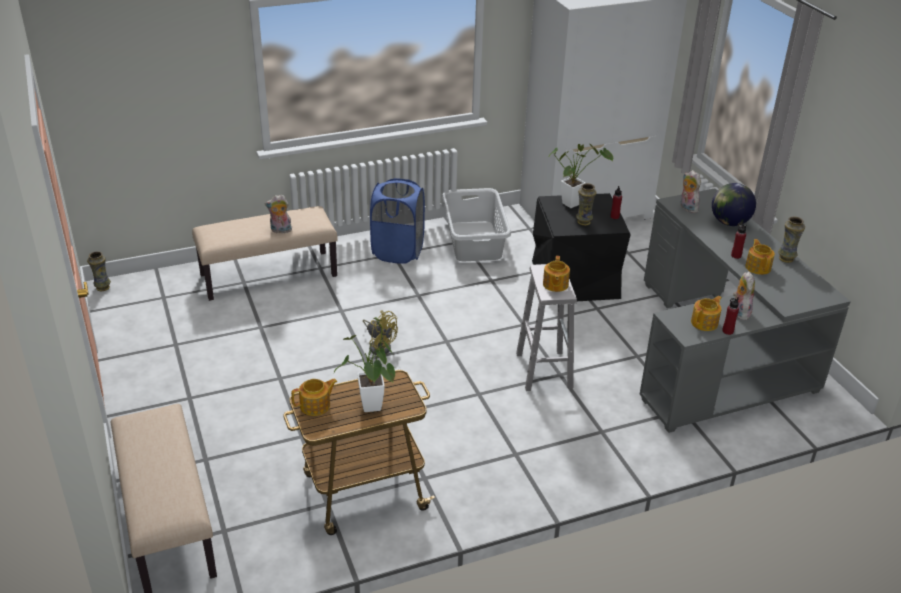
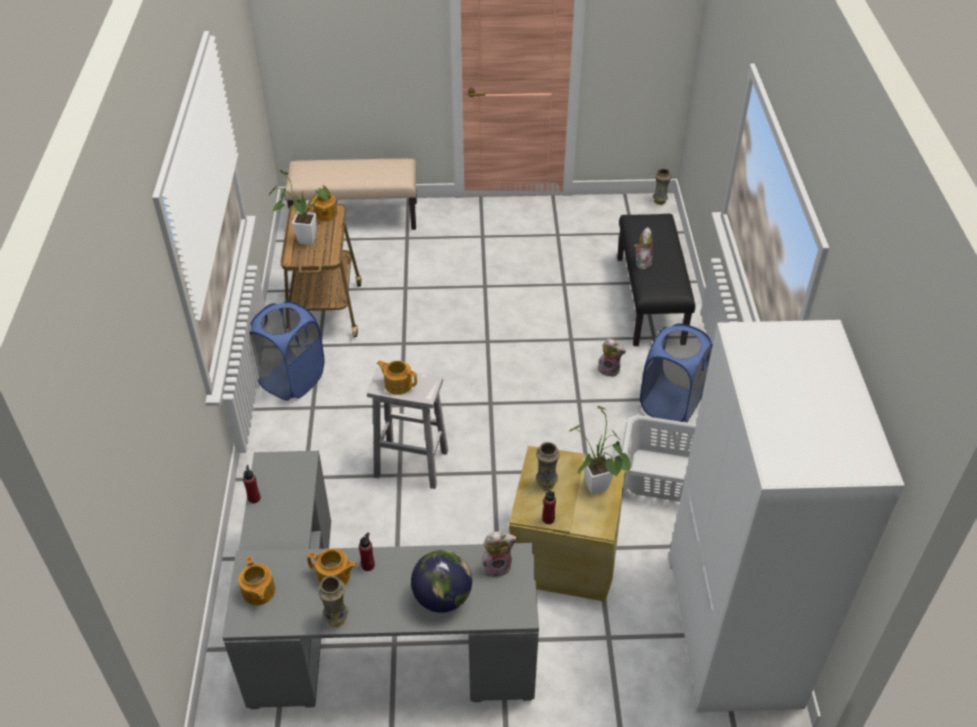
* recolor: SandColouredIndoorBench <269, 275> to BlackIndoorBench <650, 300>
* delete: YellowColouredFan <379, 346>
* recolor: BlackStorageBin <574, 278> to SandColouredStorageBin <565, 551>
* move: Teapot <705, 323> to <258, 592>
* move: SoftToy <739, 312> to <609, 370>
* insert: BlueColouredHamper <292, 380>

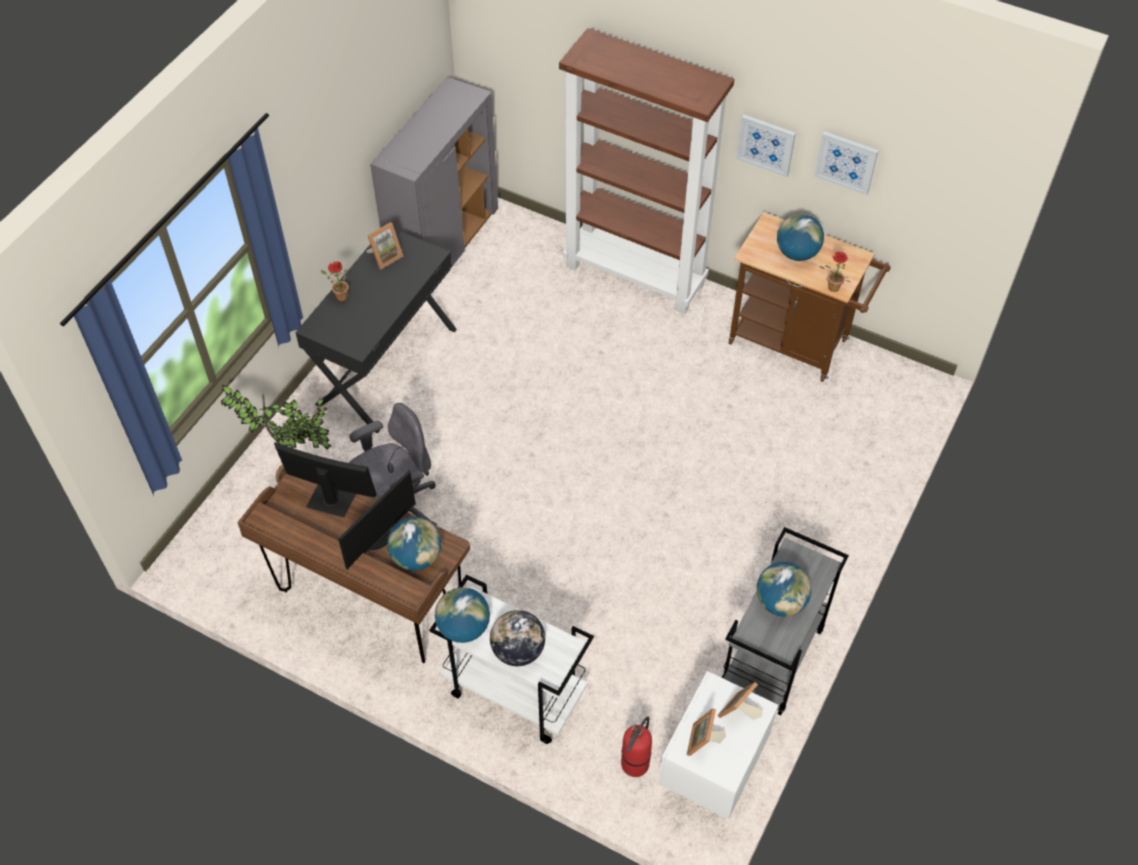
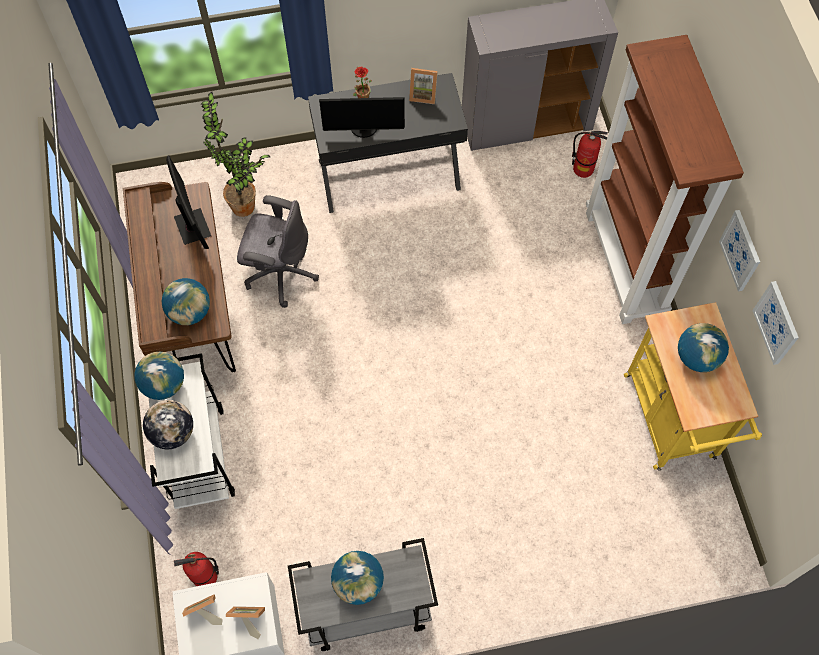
* move: Monitor <377, 537> to <364, 129>
* recolor: BrownTrolley <795, 344> to YellowColouredTrolley <672, 423>
* delete: Houseplant <831, 288>
* insert: Extinguisher <583, 169>

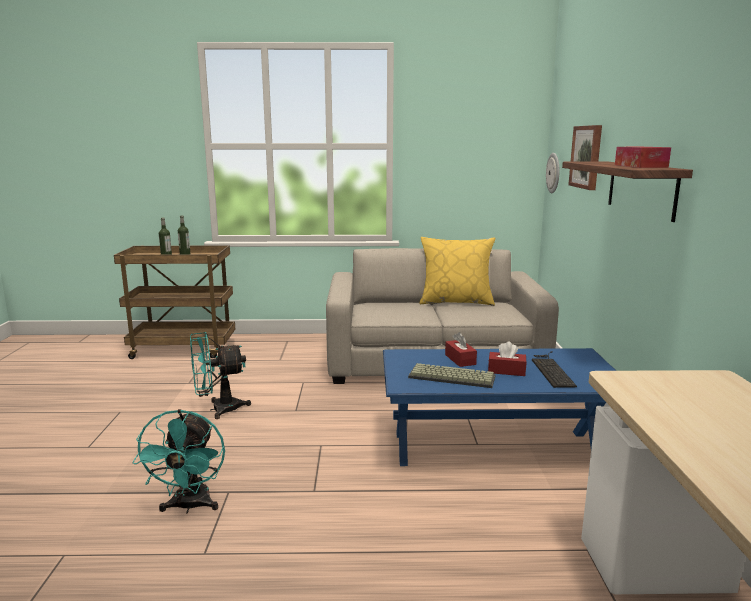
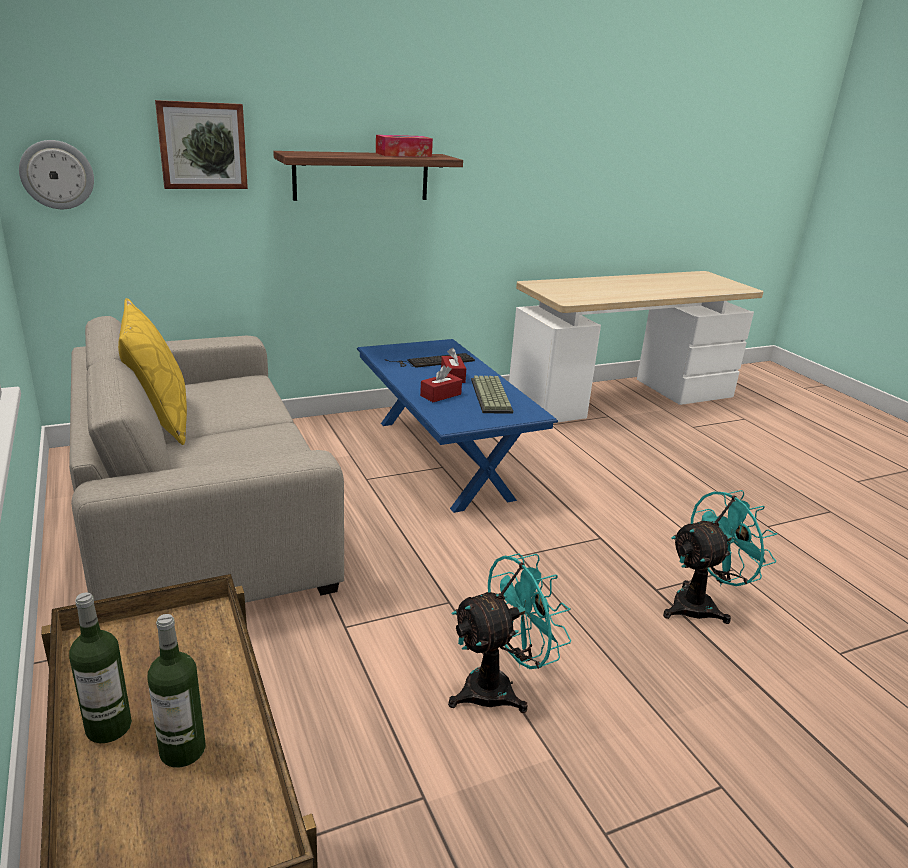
* rotate: TurquoiseFan <218, 409> = <499, 687> 75 degrees counterclockwise

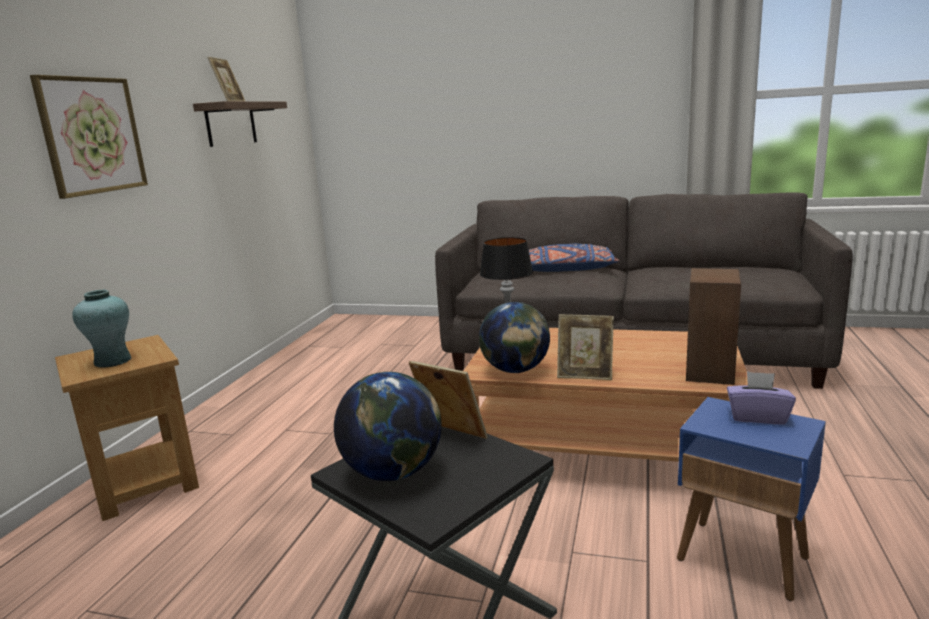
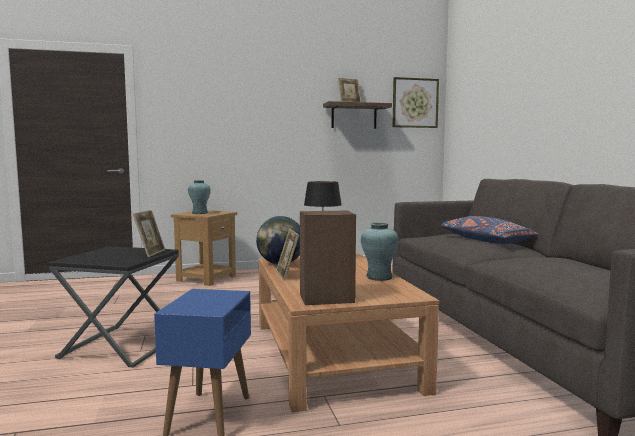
* move: WallArt <92, 135> to <415, 103>
* delete: Globe <393, 473>
* delete: PurplishBoxOfTissues <757, 417>
* insert: TurquoiseVase <379, 277>

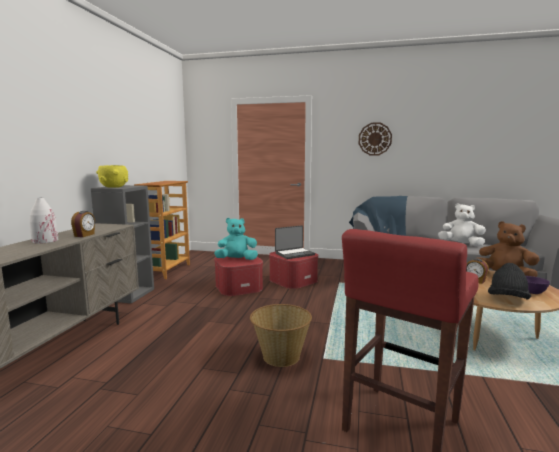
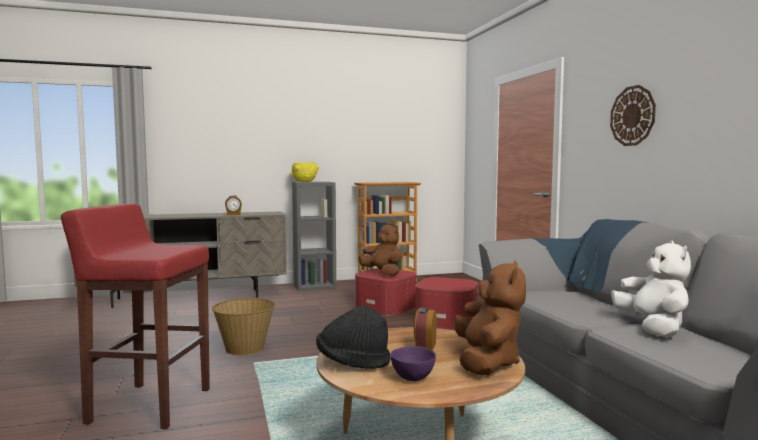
* delete: WhiteColouredVase <45, 241>
* recolor: TurquoiseSoftToy <236, 260> to BrownSoftToy <383, 273>
* delete: Laptop <294, 254>

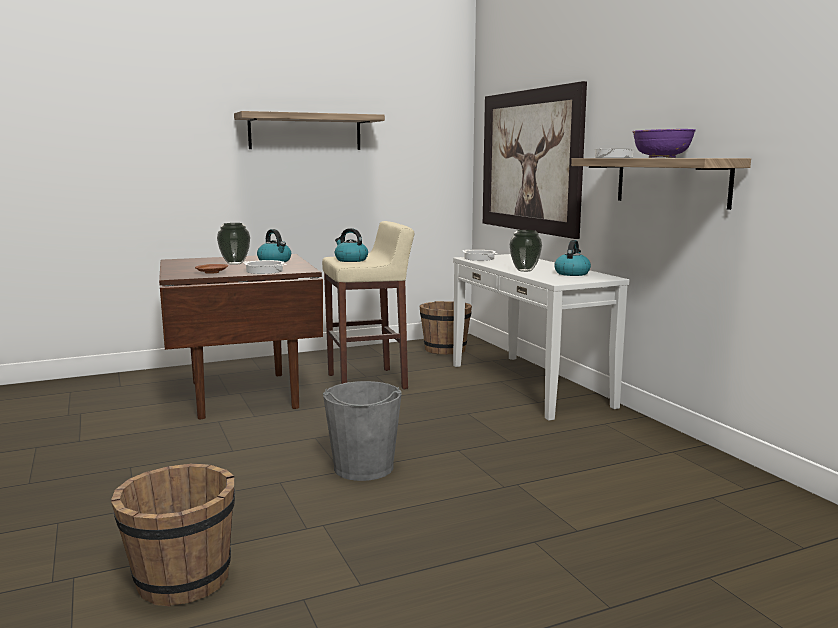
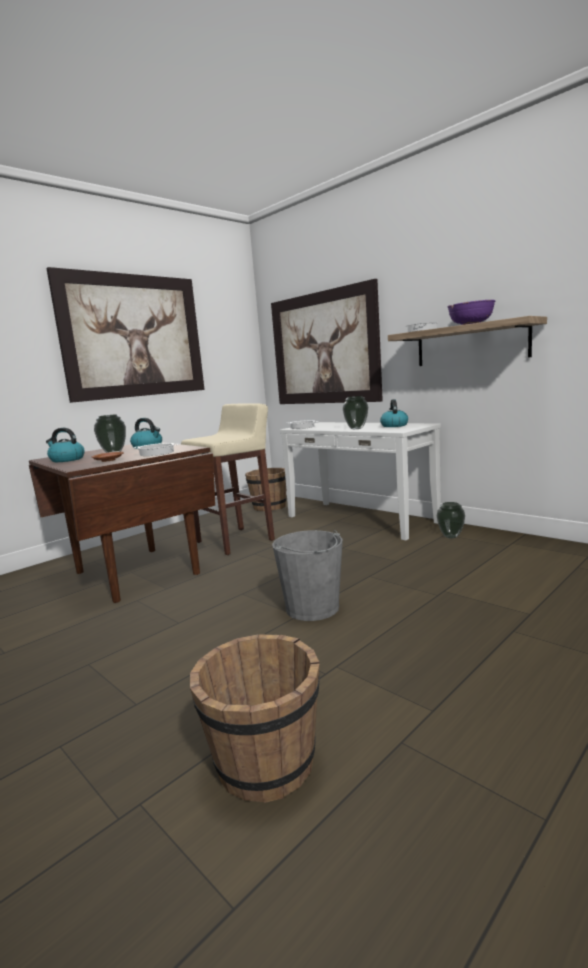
* replace: Shelf <305, 132> to WallArt <134, 336>
* move: TeaKettle <350, 260> to <66, 460>
* insert: Vase <451, 536>

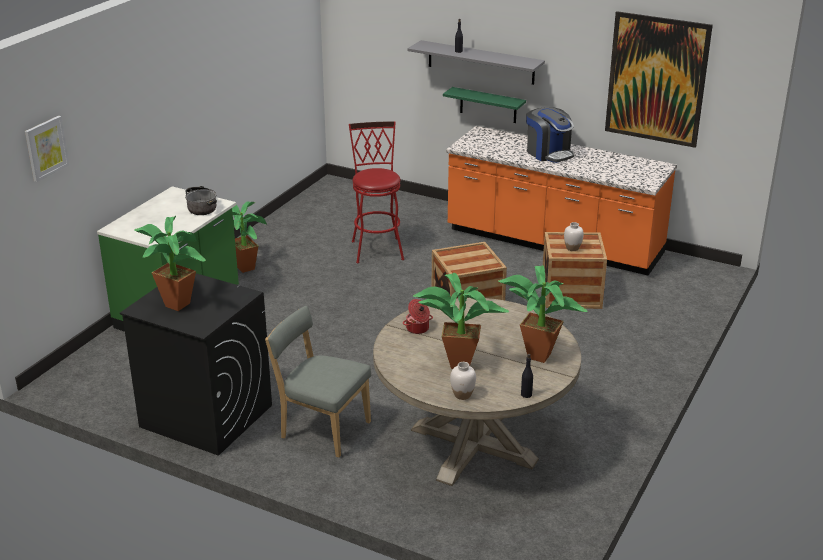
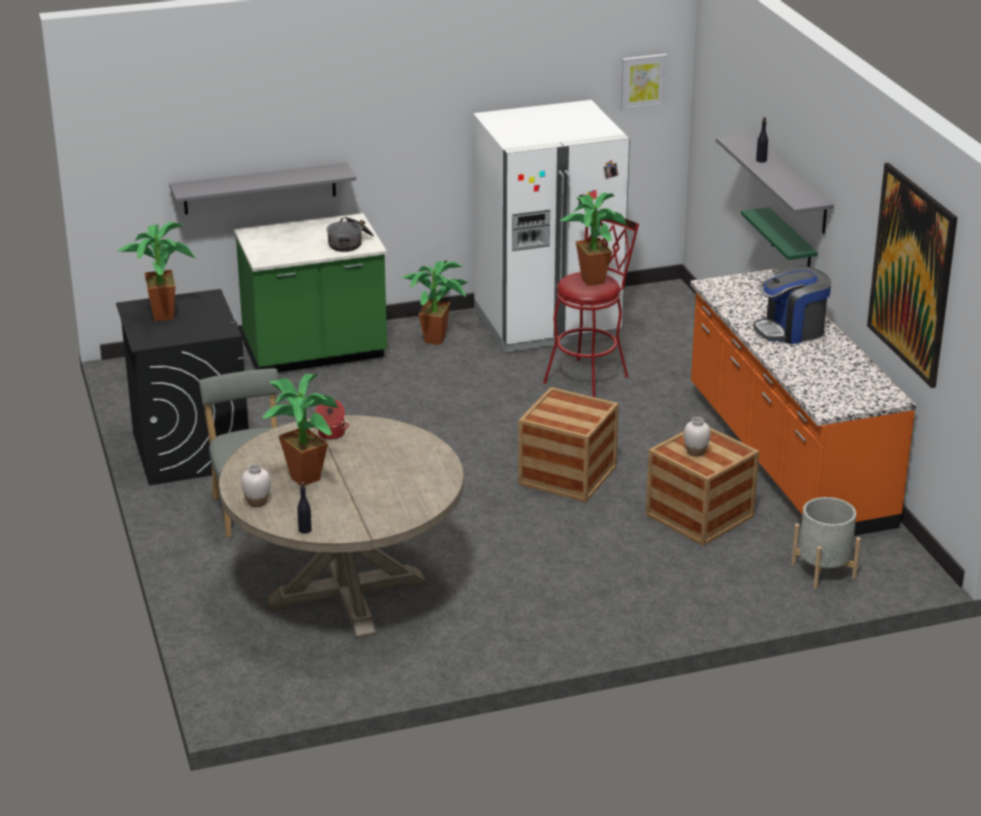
* move: WallArt <46, 148> to <643, 81>
* move: Houseplant <535, 353> to <593, 279>
* rotate: CoffeeMaker <549, 153> = <791, 330> 60 degrees clockwise
* insert: GreyishShelf <260, 188>
* insert: WhiteColouredKitchenFridge <547, 323>
* insert: GreyishFlowerPot <823, 571>

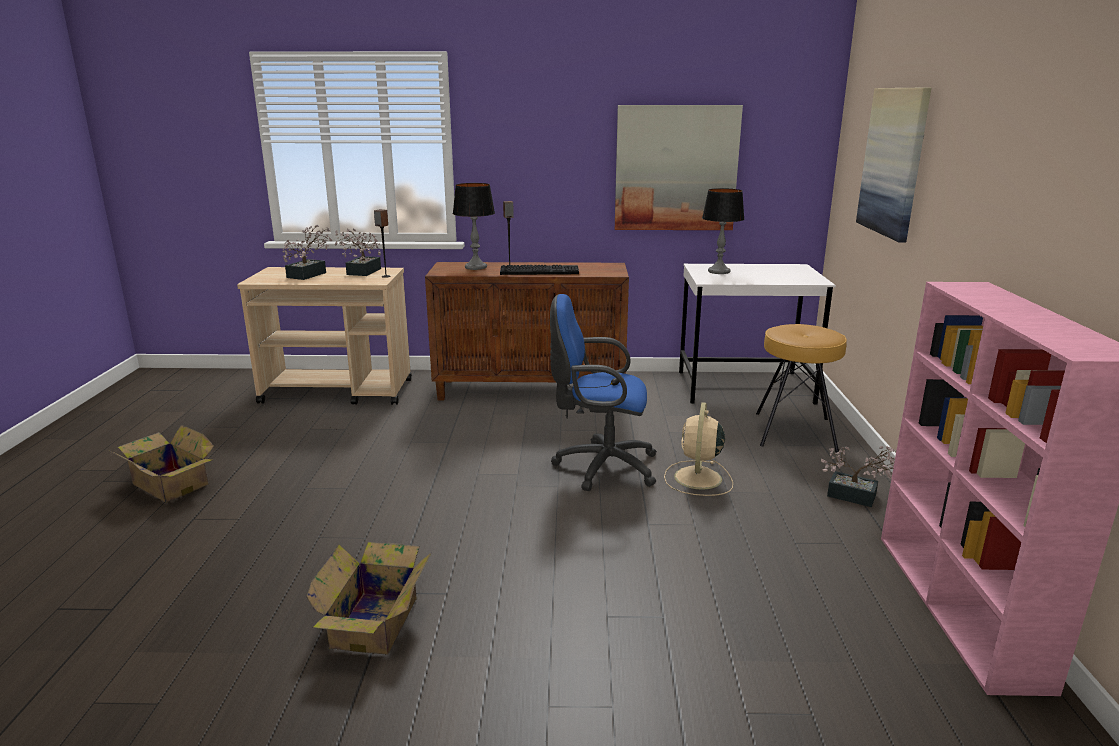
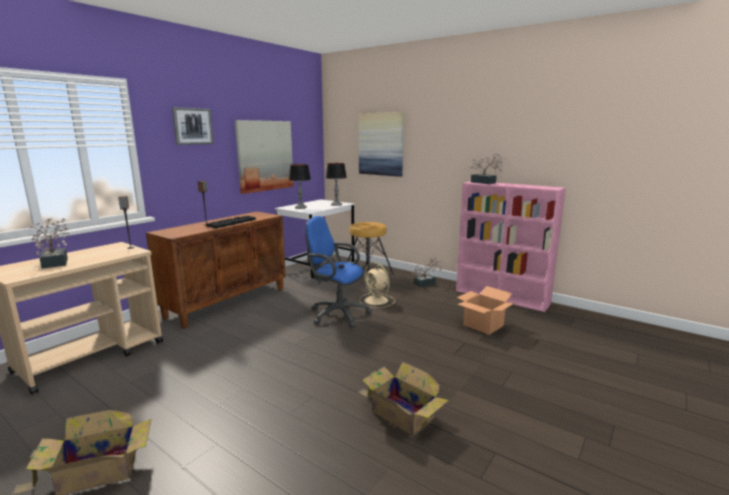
* move: Houseplant <361, 272> to <485, 183>
* move: TabletopLamp <476, 267> to <336, 204>
* rotate: BlueColouredOfficeChair <600, 466> = <336, 314> 75 degrees clockwise
* insert: WallArt <192, 126>
* insert: PackingBox <484, 325>

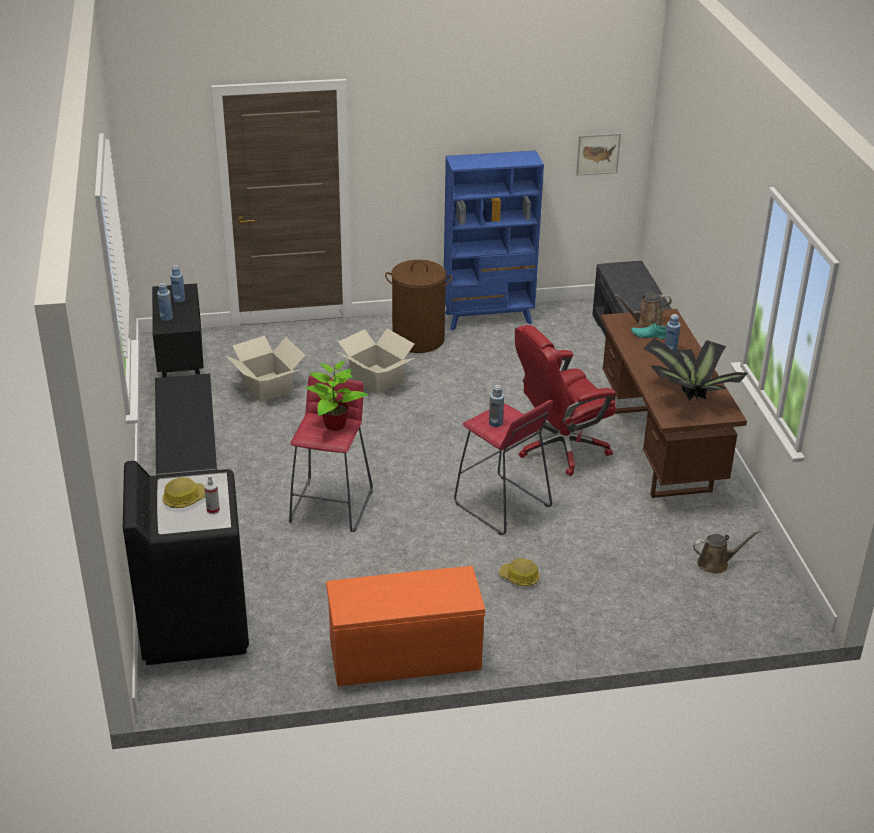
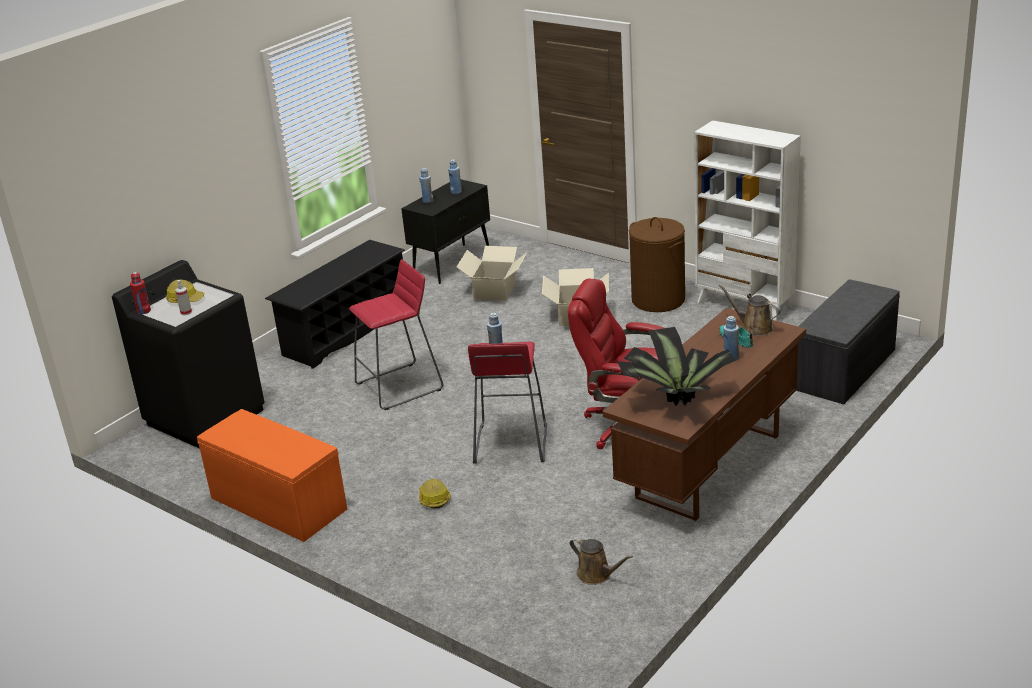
* delete: Houseplant <334, 425>
* recolor: BlueColouredShelvingUnit <489, 318> to WhiteColouredShelvingUnit <744, 305>
* delete: WallArt <598, 154>
* insert: ReddishDrinkBottle <144, 311>

